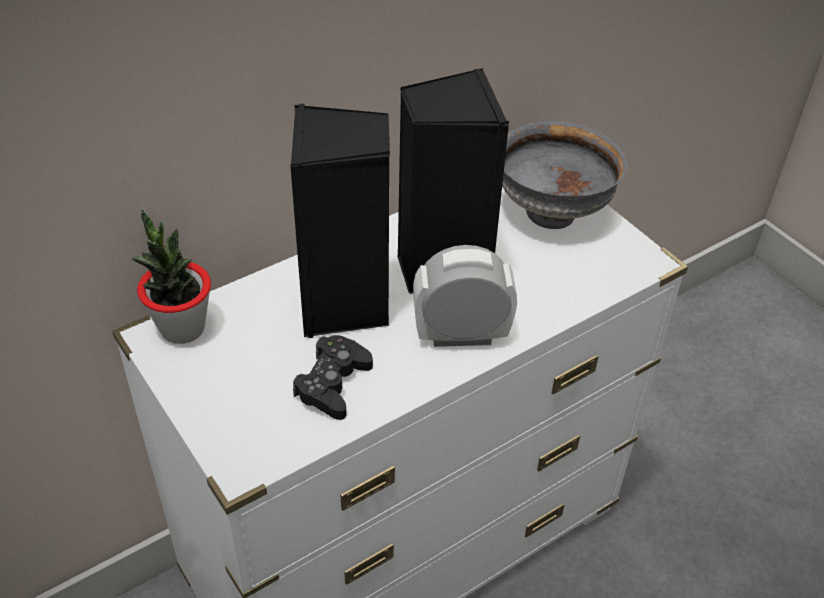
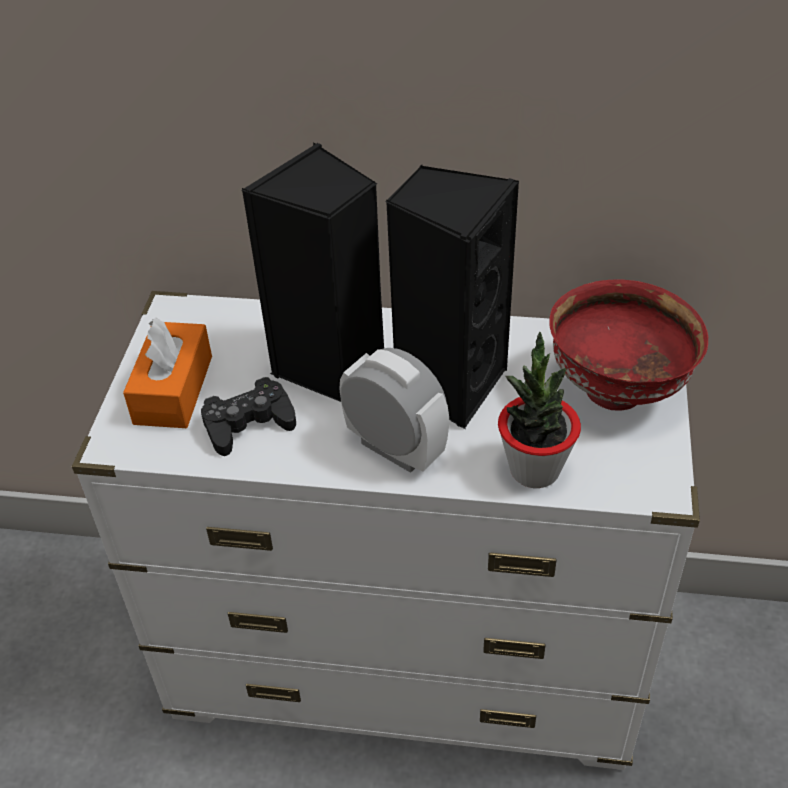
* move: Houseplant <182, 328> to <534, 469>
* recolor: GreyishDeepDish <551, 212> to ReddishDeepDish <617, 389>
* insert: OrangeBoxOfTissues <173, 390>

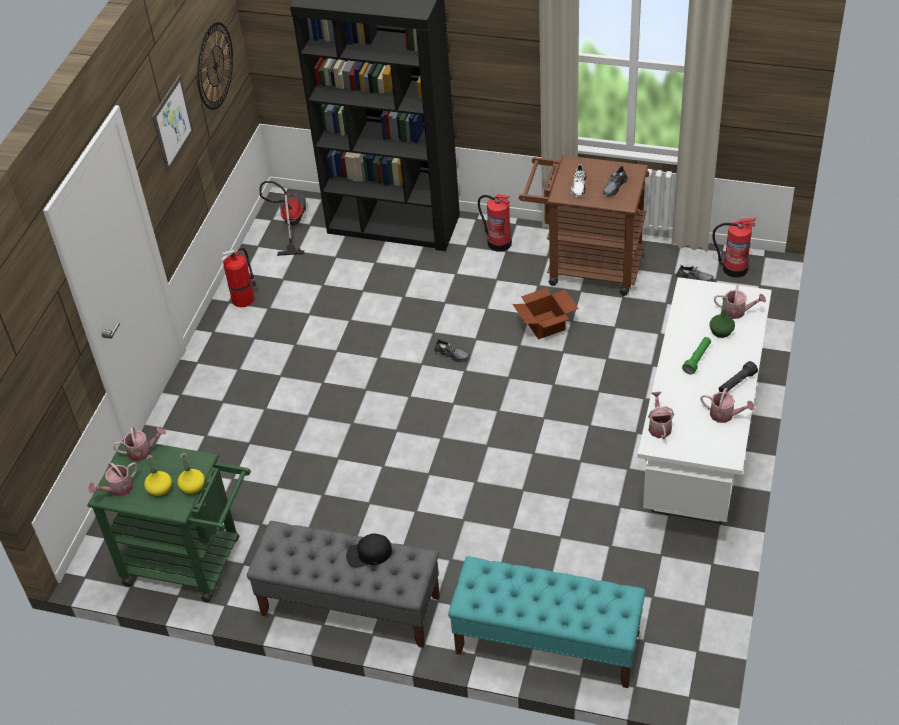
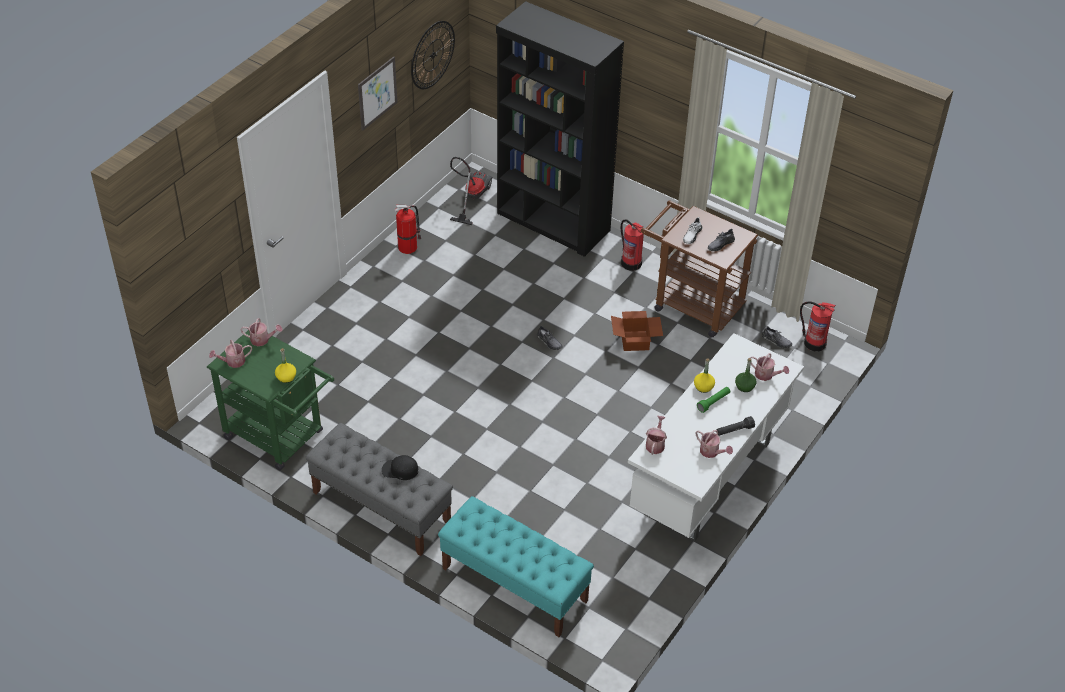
* move: YellowColouredDrinkBottle <159, 489> to <703, 387>

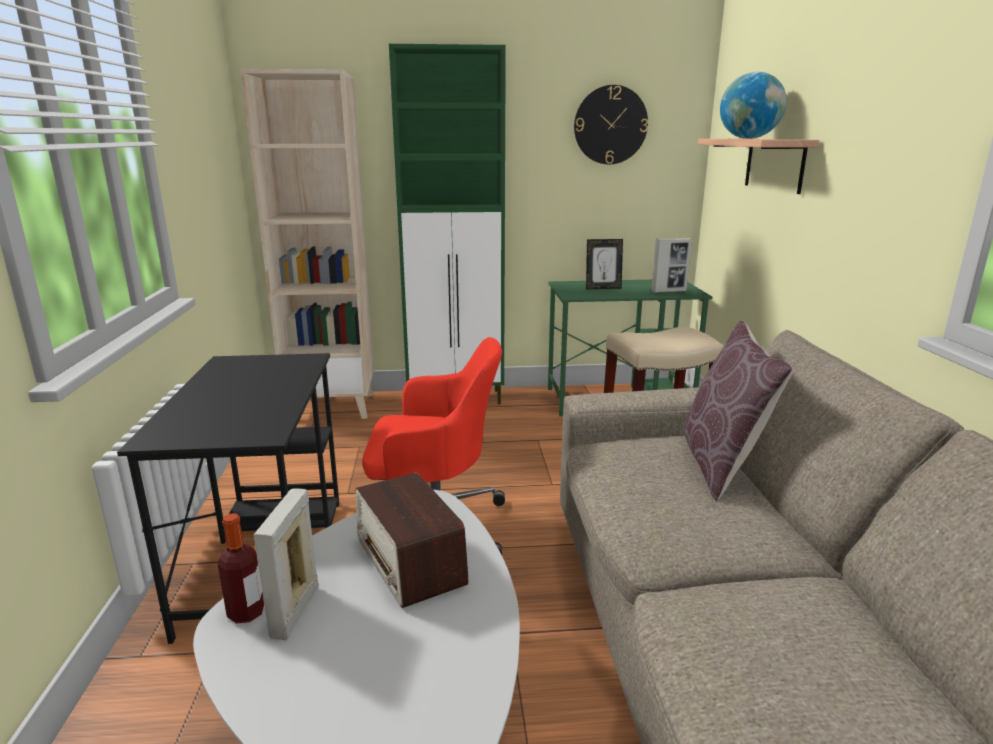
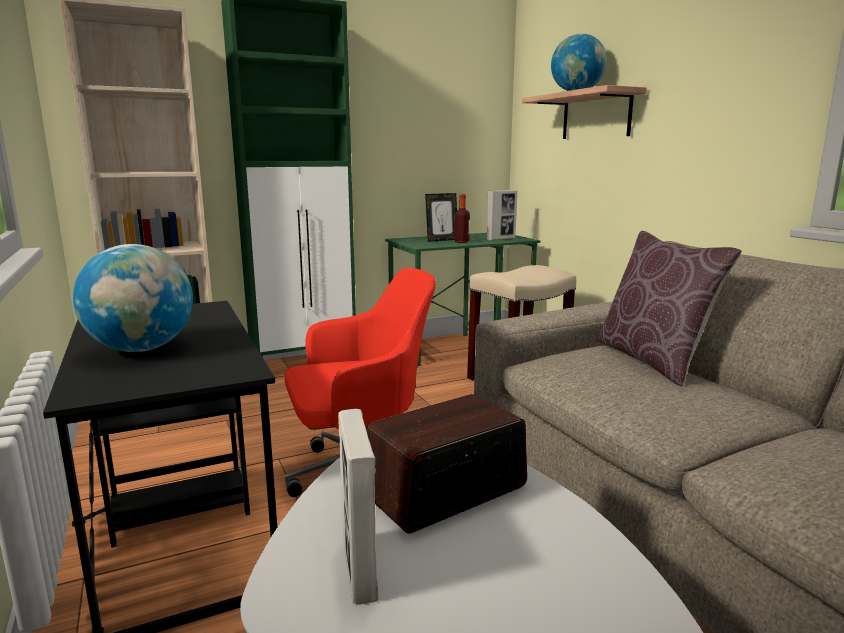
* move: DrinkBottle <246, 613> to <461, 242>
* rotate: RadioSet <410, 562> = <445, 491> 105 degrees clockwise
* delete: HangingClock <610, 125>
* insert: Globe <142, 349>

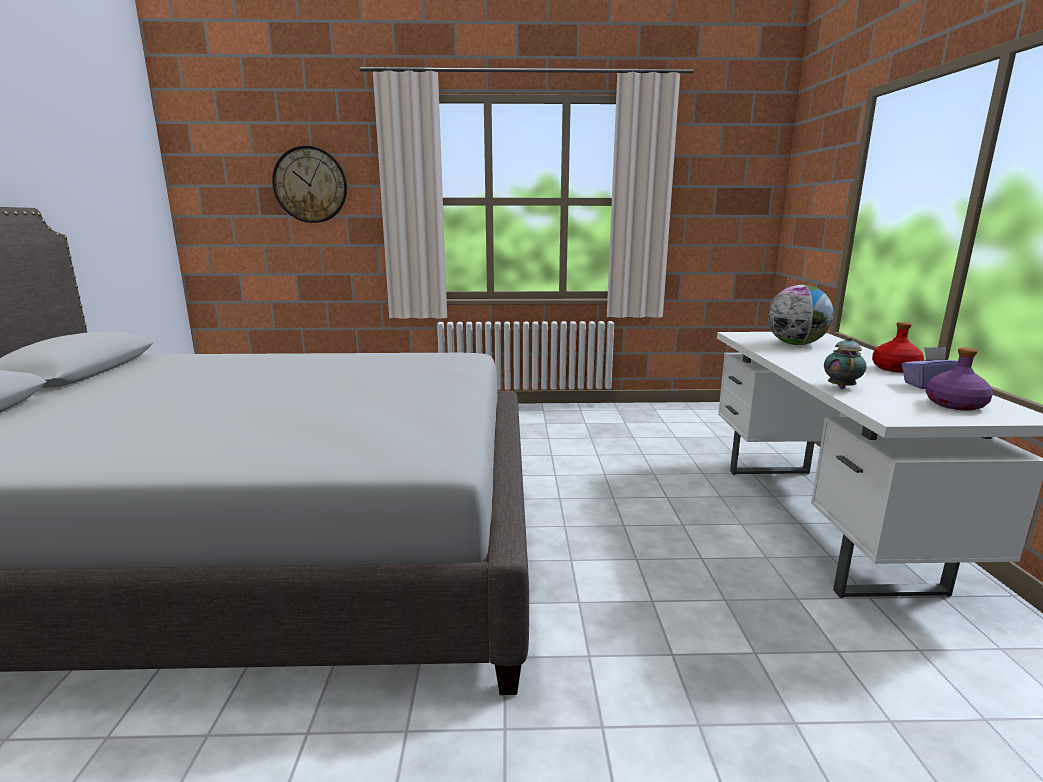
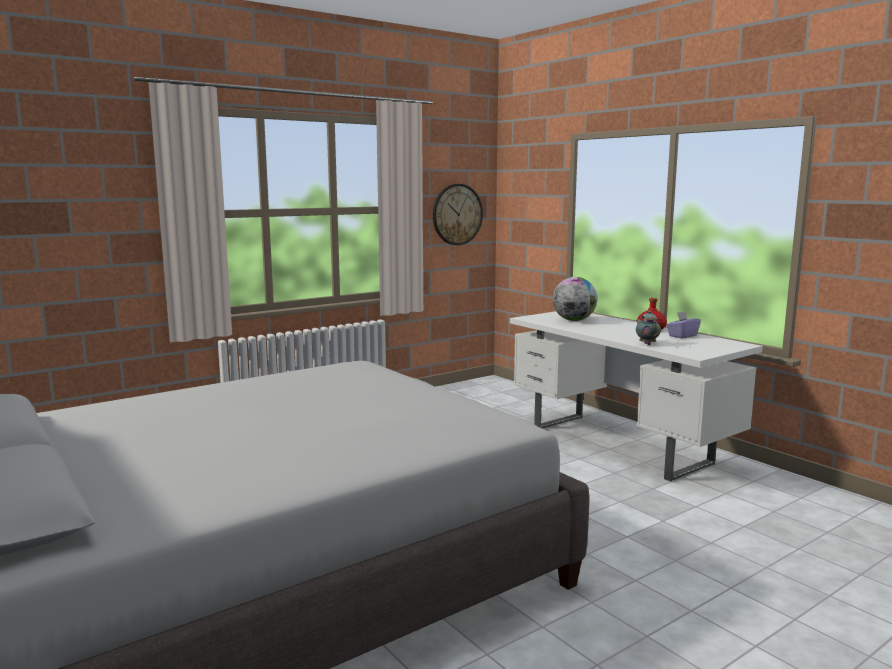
* move: HangingClock <310, 185> to <457, 214>
* delete: PurplishDrinkBottle <954, 405>

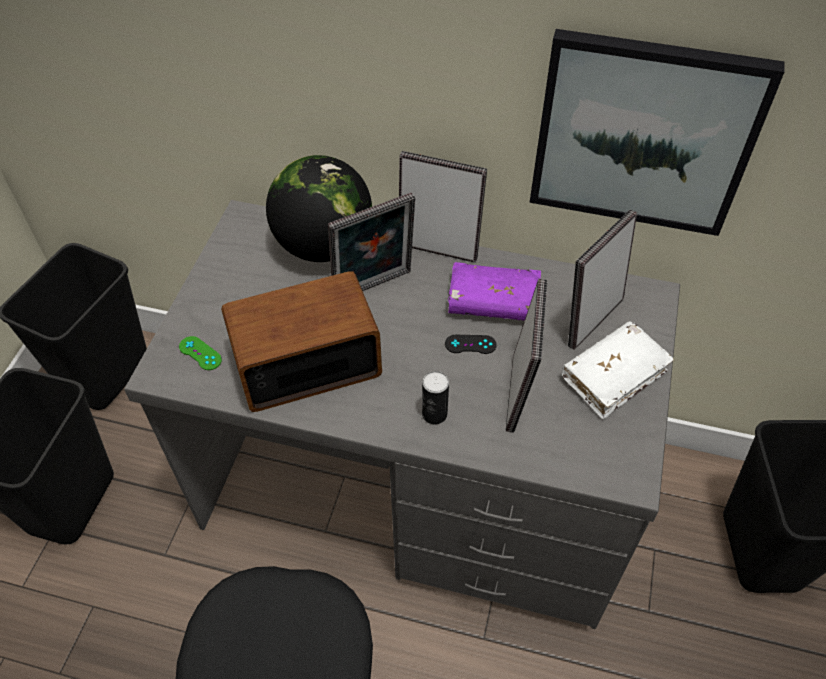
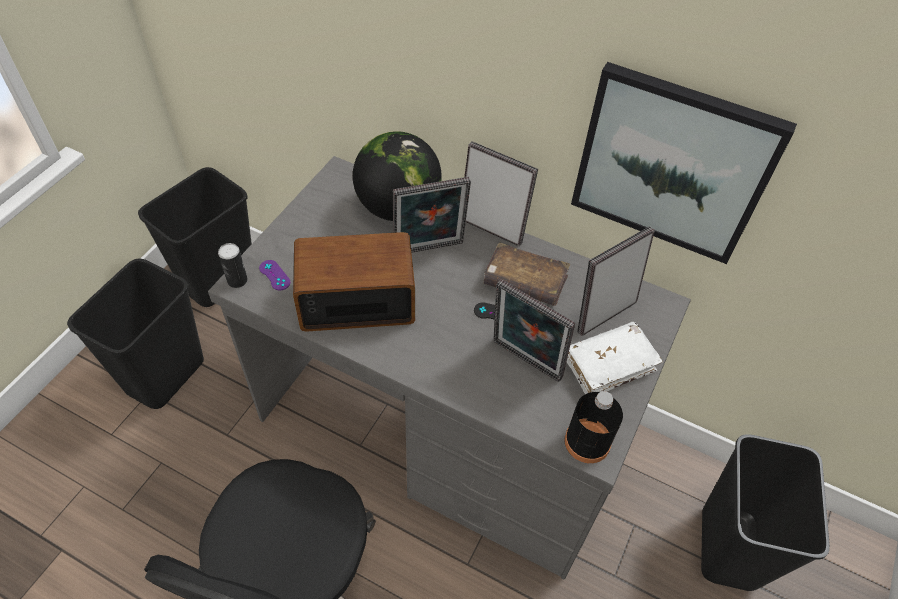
* recolor: GreenishGamepad <200, 353> to PurplishGamepad <274, 275>
* move: SealedCan <434, 414> to <237, 280>
* recolor: PurplishVolume <493, 302> to BrownVolume <524, 282>
* rotate: PictureFrame <519, 393> = <524, 362> 105 degrees clockwise
* insert: BlackDrinkBottle <587, 442>

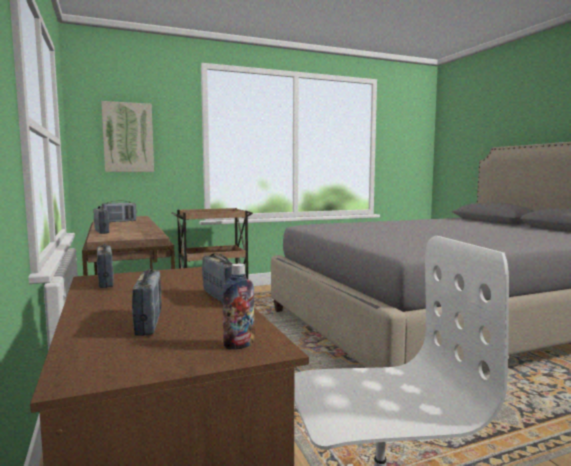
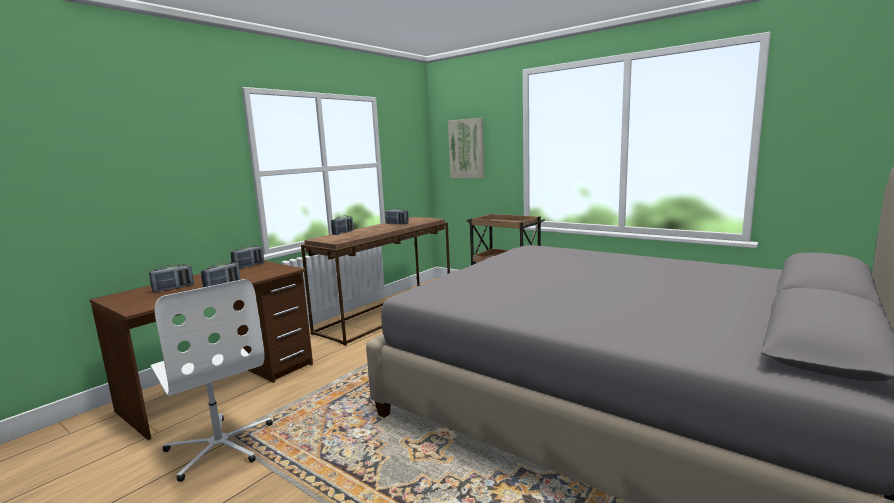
* delete: DrinkBottle <239, 345>

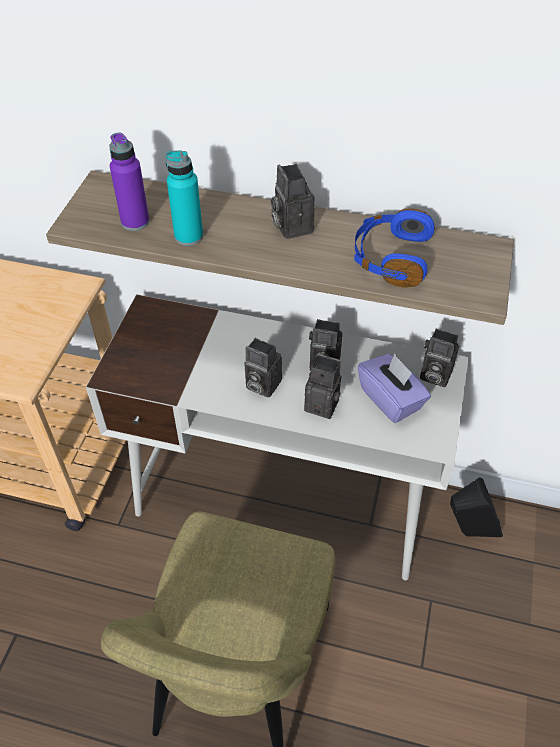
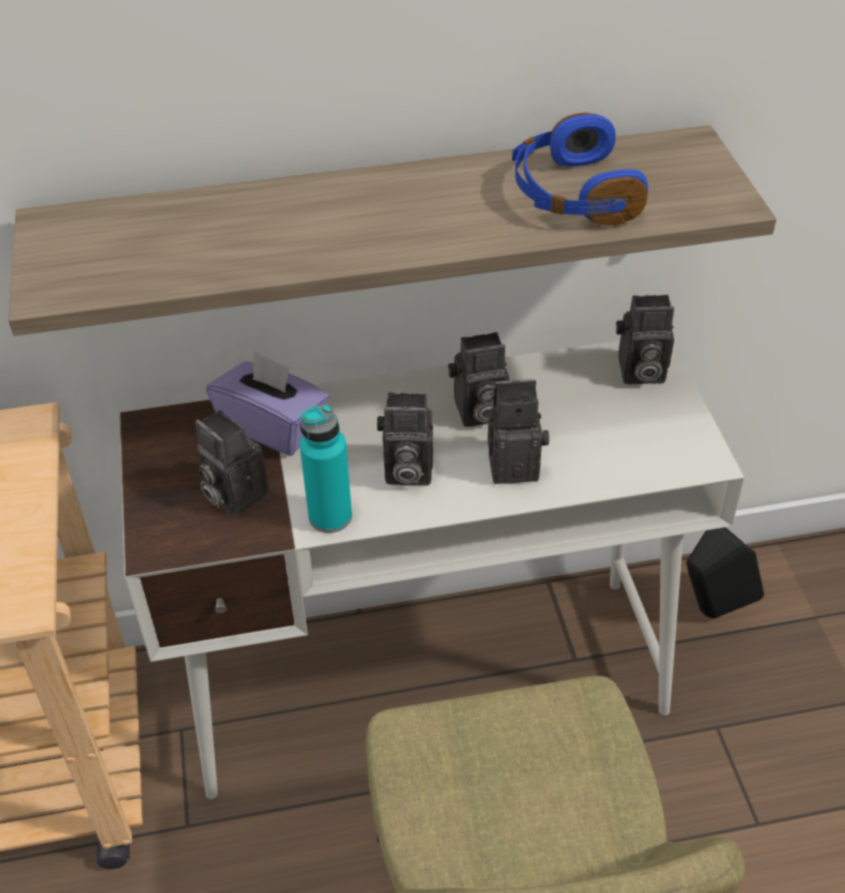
* delete: PurplishDrinkBottle <135, 222>
* move: TurquoiseDrinkBottle <188, 236> to <330, 517>
* move: PhotoCamera <290, 226> to <232, 494>
* move: PurplishBoxOfTissues <391, 399> to <273, 426>

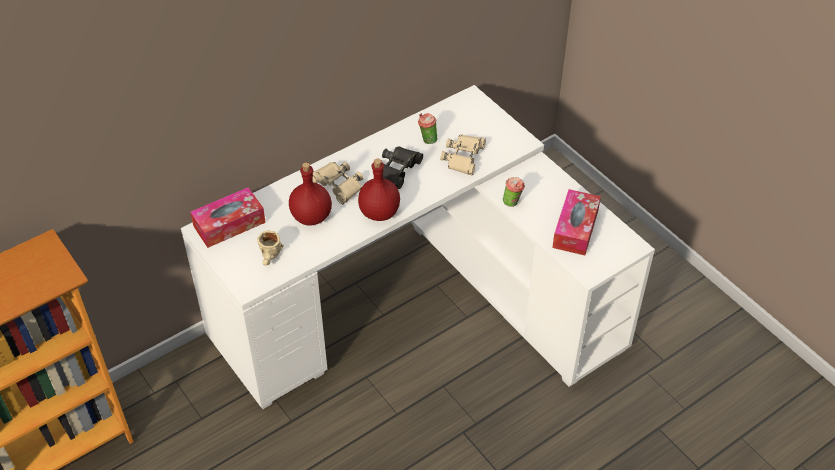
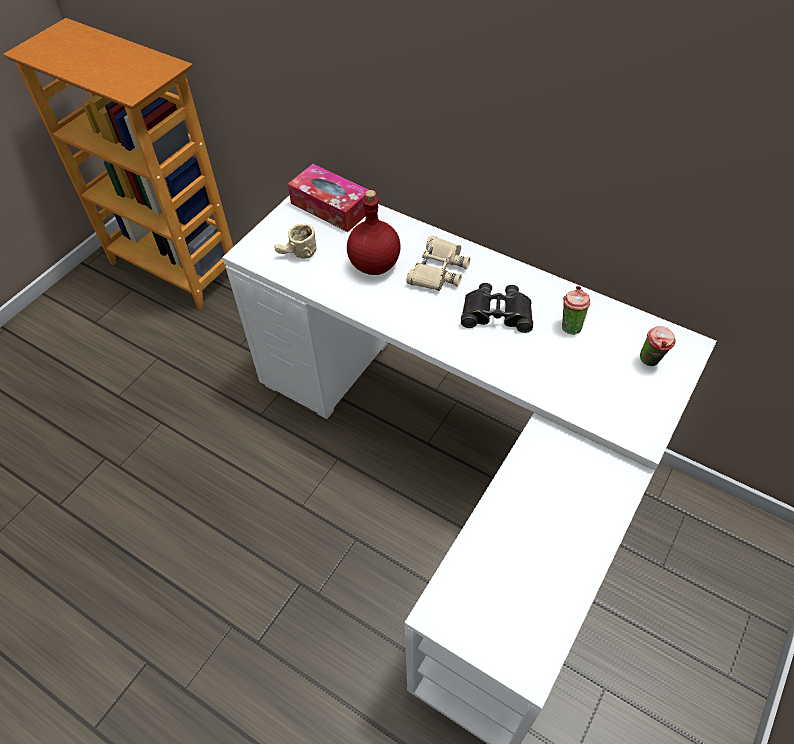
* delete: ReddishDrinkBottle <379, 213>
* delete: SandColouredFieldGlasses <463, 157>
* move: DrinkingCup <513, 203> to <651, 362>
* delete: BoxOfTissues <575, 229>

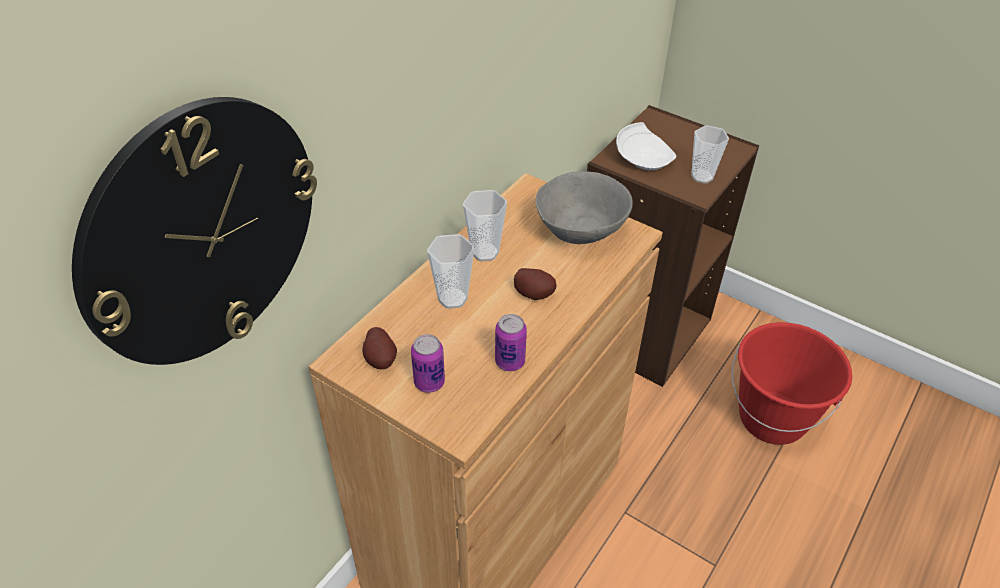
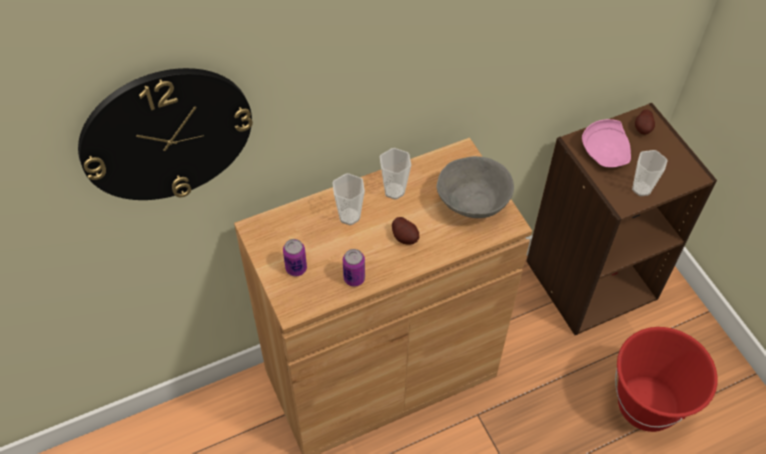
* move: Potato <381, 359> to <643, 128>
* recolor: WhiteColouredFlatDish <643, 158> to PinkFlatDish <606, 151>

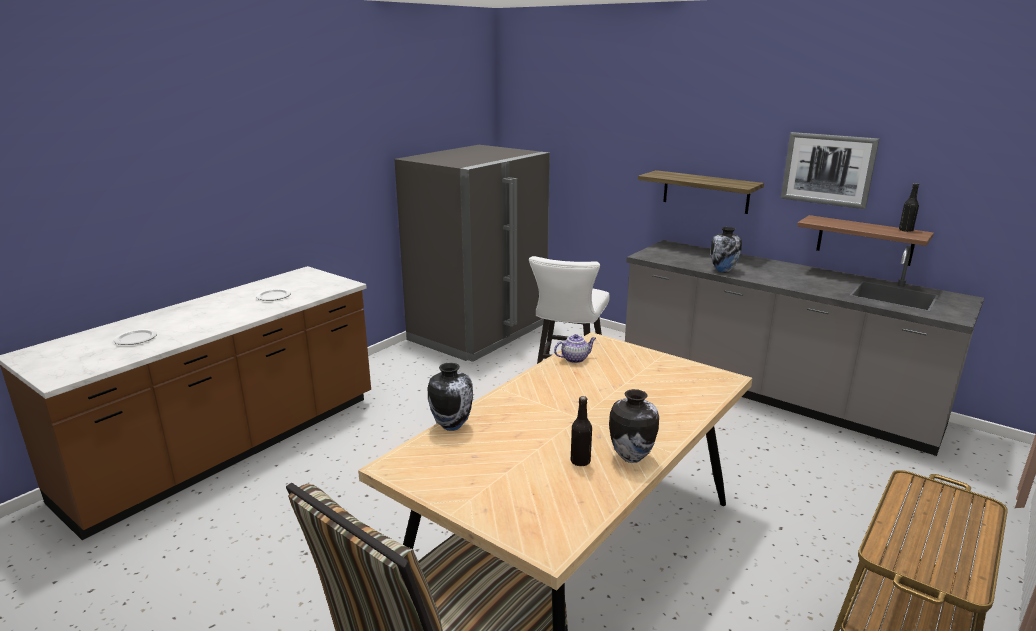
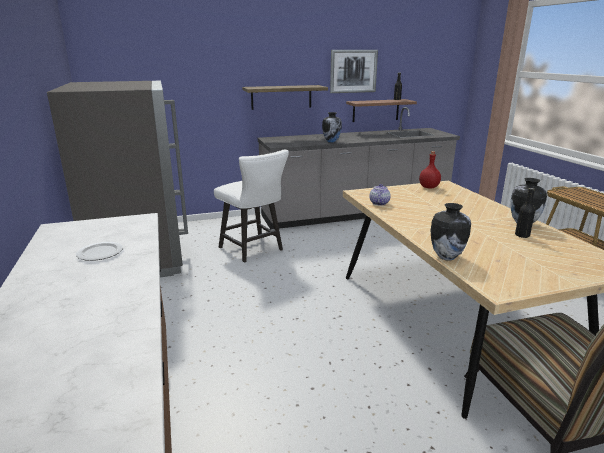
* delete: FlatDish <135, 339>
* insert: ReddishDrinkBottle <428, 187>

